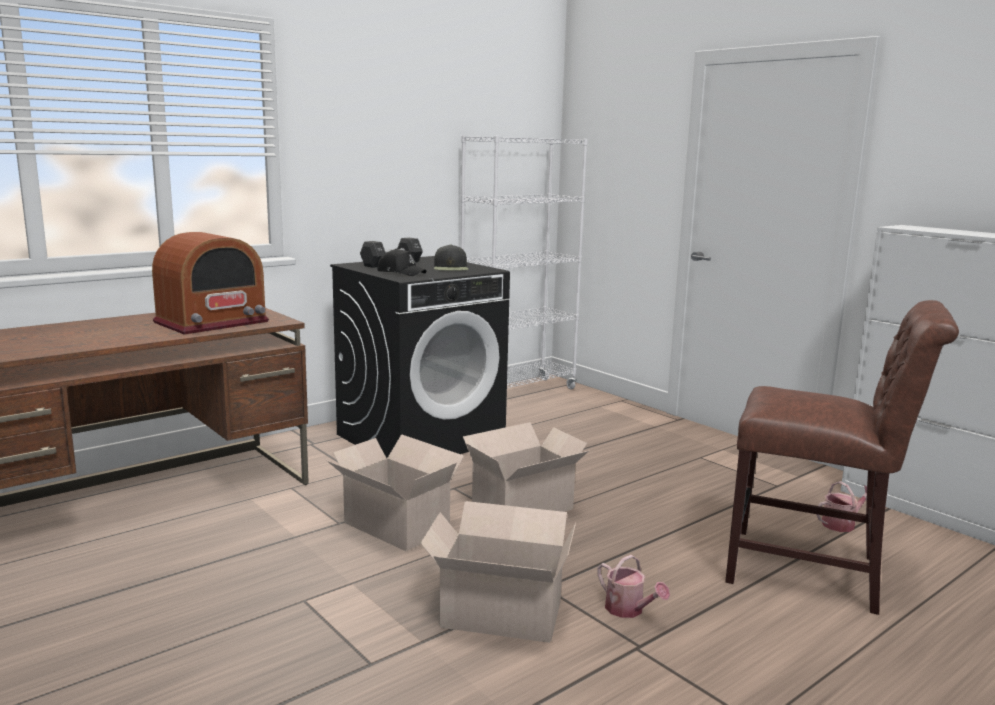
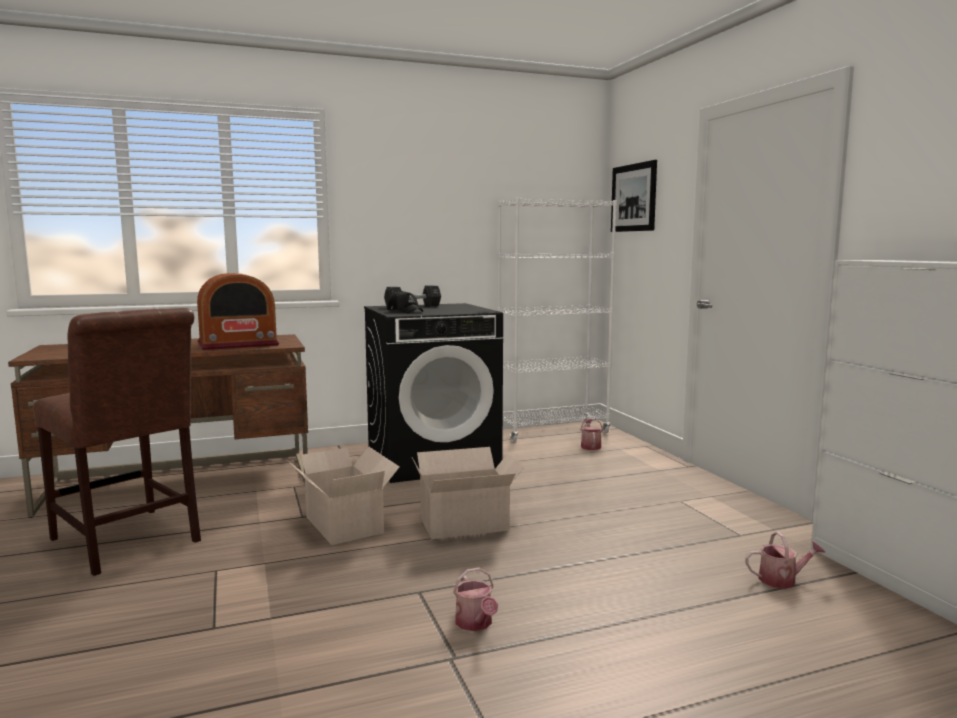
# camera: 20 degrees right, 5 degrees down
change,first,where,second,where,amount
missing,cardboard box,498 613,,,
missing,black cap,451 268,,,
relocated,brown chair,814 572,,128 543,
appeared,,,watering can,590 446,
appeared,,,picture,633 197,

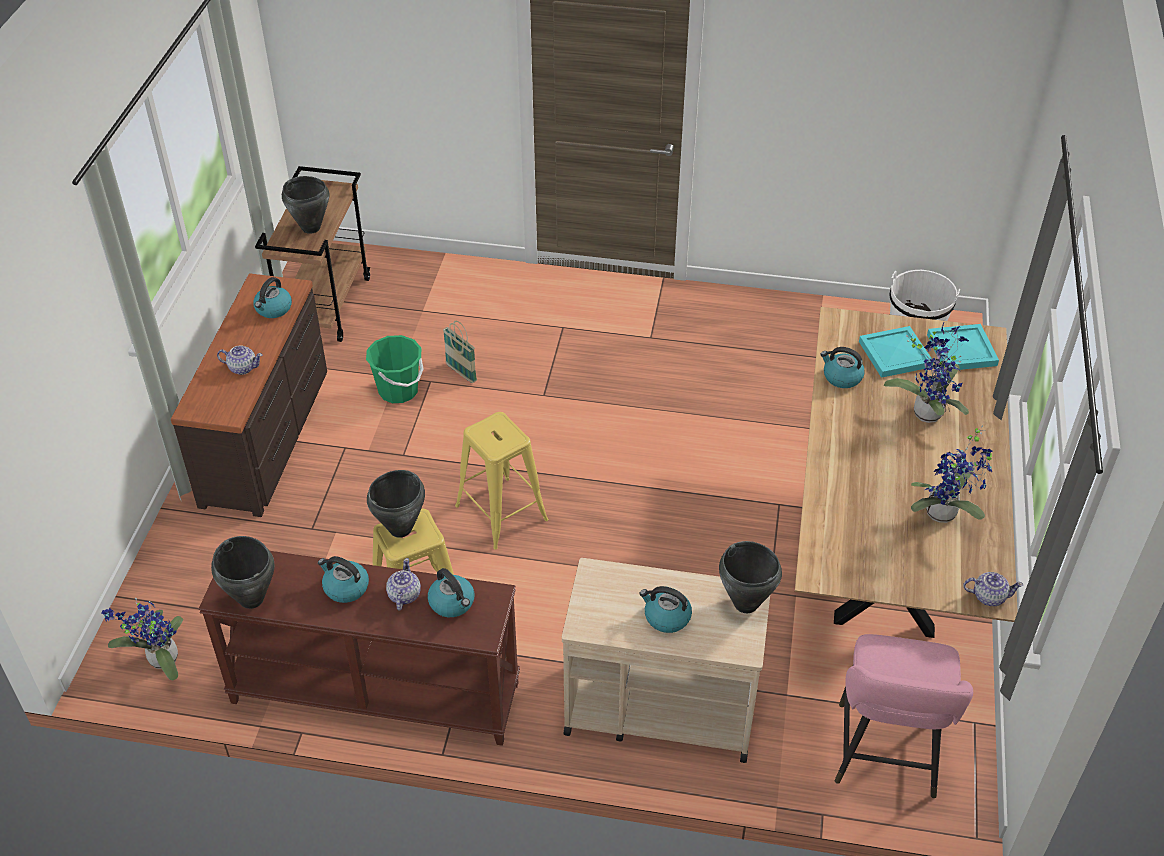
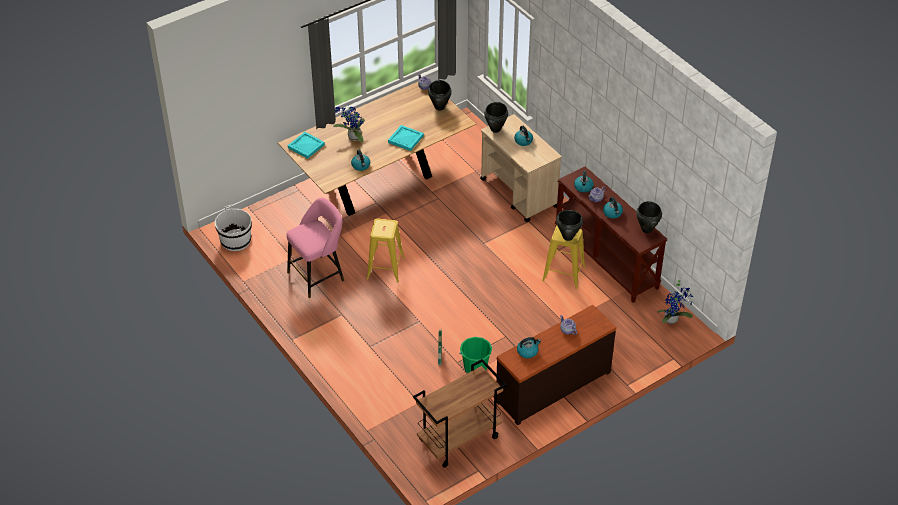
# camera: 135 degrees left, 0 degrees up
change,first,where,second,where,amount
relocated,black cooking pot,311 228,,440 107,
relocated,yellow stool,502 513,,385 268,
relocated,pink stool,886 756,,318 275,
relocated,turquoise tray,895 353,,405 139,
missing,potted plant,945 515,,,

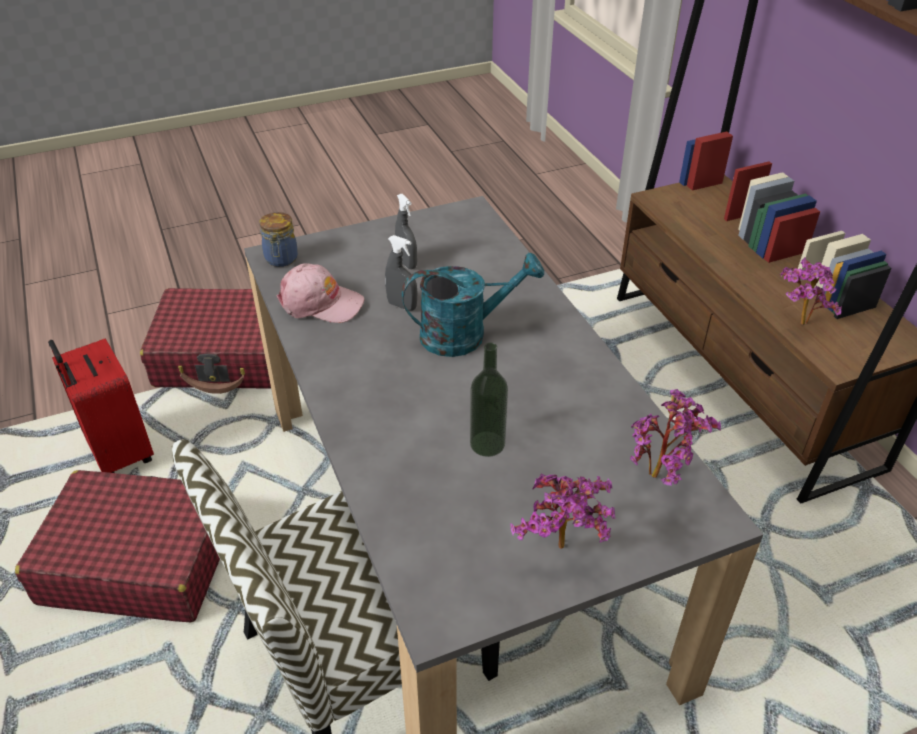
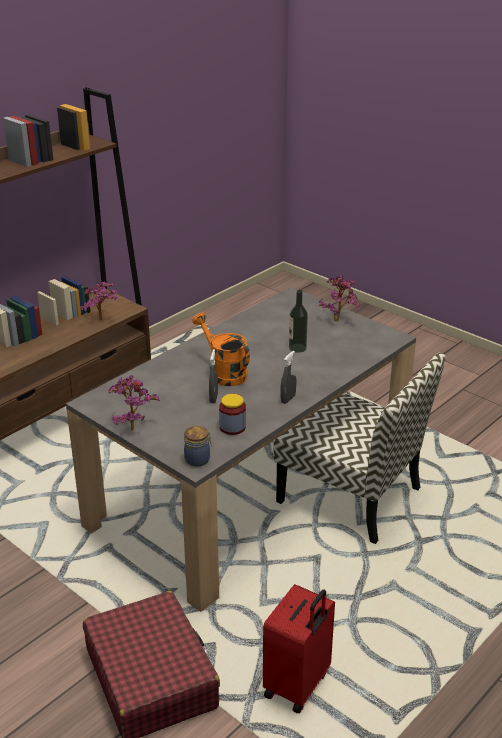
# camera: 115 degrees left, 10 degrees down
change,first,where,second,where,amount
missing,red suitcase,139 561,,,
exchanged,pink cap,320 303,jar,232 427,
relocated,grey spray bottle,406 263,,288 399,
colour,turquoise watering can,465 334,orange watering can,223 372,
relocated,potted plant,661 477,,132 427,

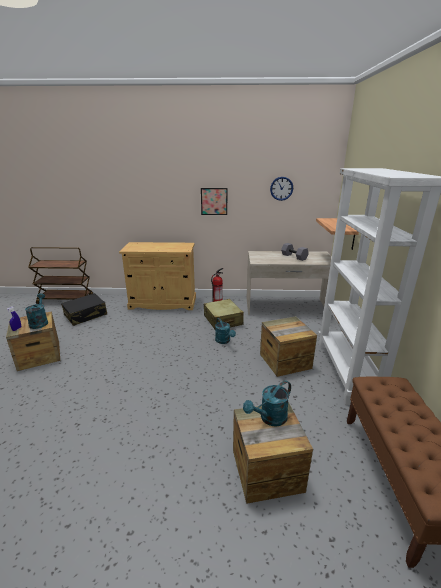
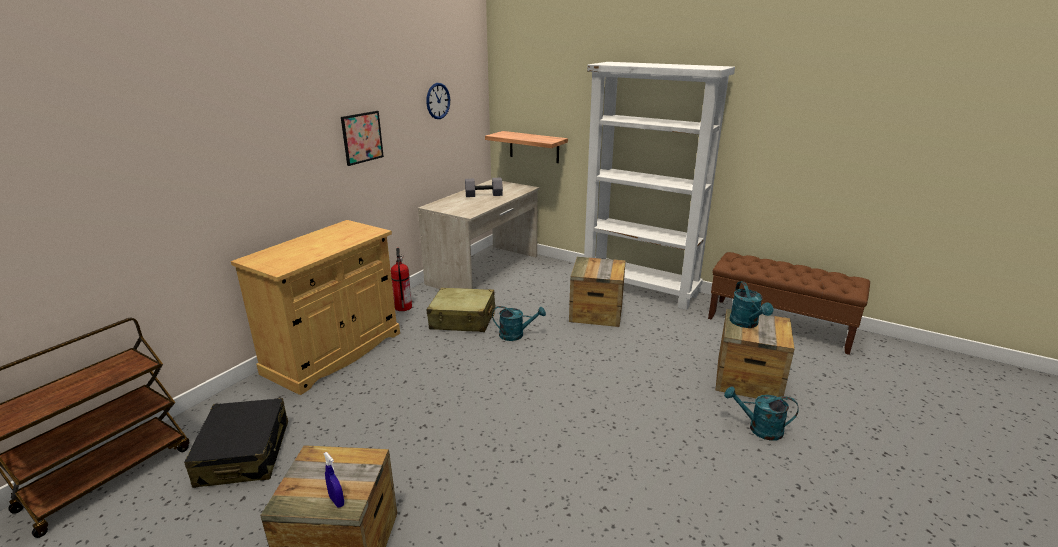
# camera: 60 degrees left, 0 degrees up
change,first,where,second,where,amount
relocated,turquoise watering can,39 322,,759 429,

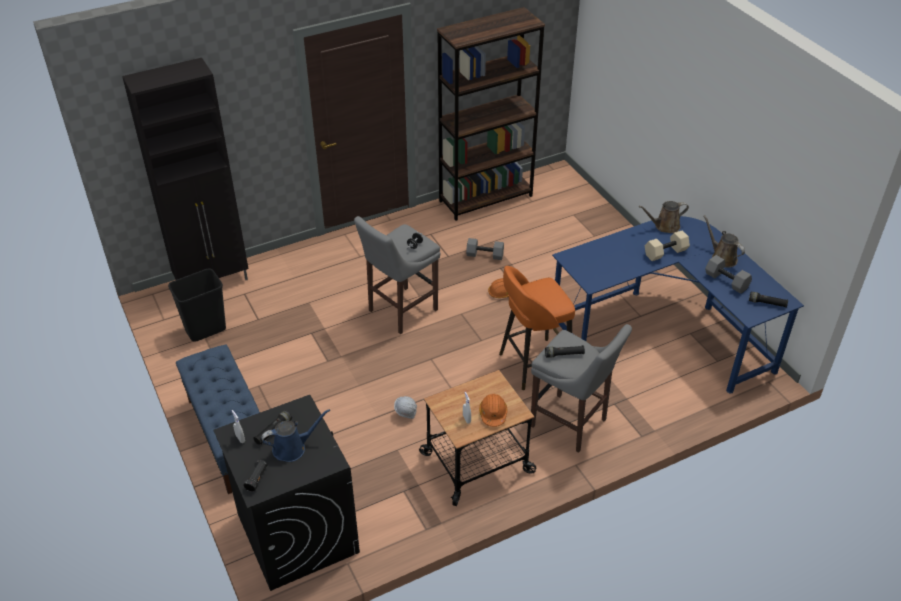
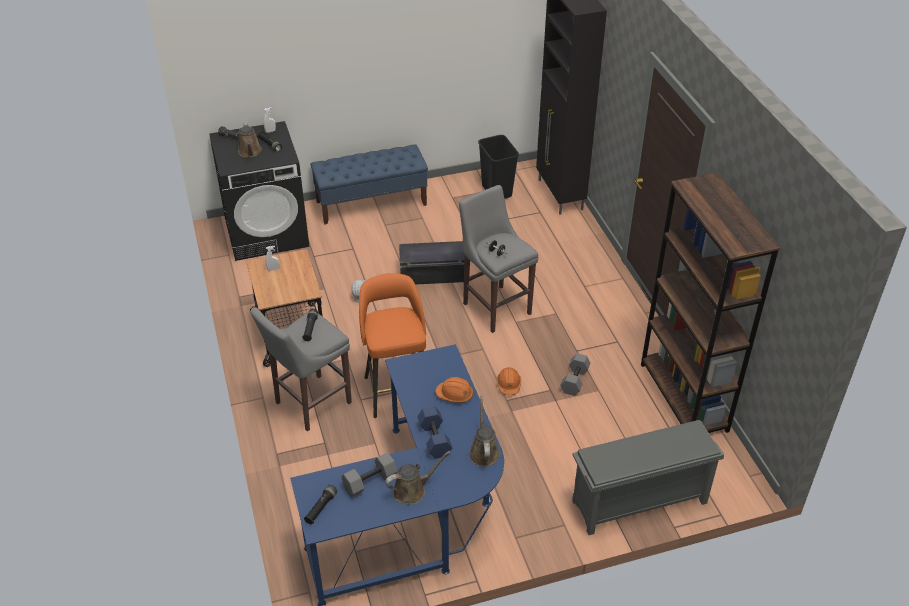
# camera: 100 degrees right, 0 degrees up
change,first,where,second,where,amount
colour,blue watering can,292 448,brown watering can,250 152,
relocated,orange hard hat,493 414,,455 394,
colour,beige dumbbell,665 253,blue dumbbell,434 439,
appeared,,,black storage box,434 274,
appeared,,,grey shoe rack,638 503,

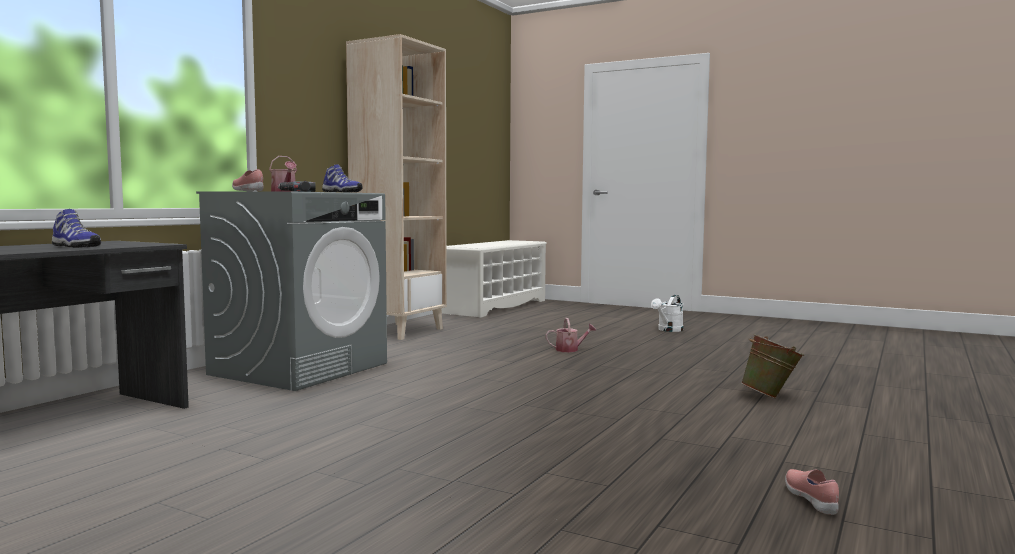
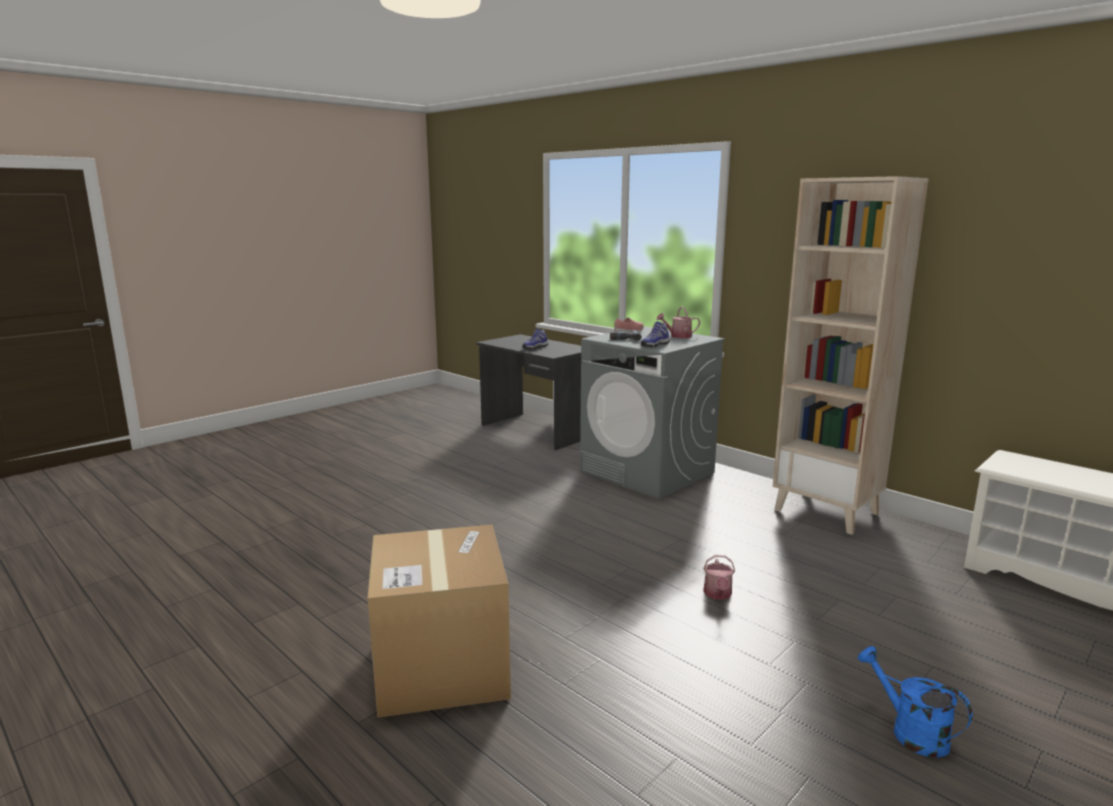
# camera: 105 degrees right, 10 degrees up
change,first,where,second,where,amount
colour,white watering can,668 330,blue watering can,910 732,
exchanged,green bucket,771 397,cardboard box,442 667,
missing,pink shoe,812 500,,,

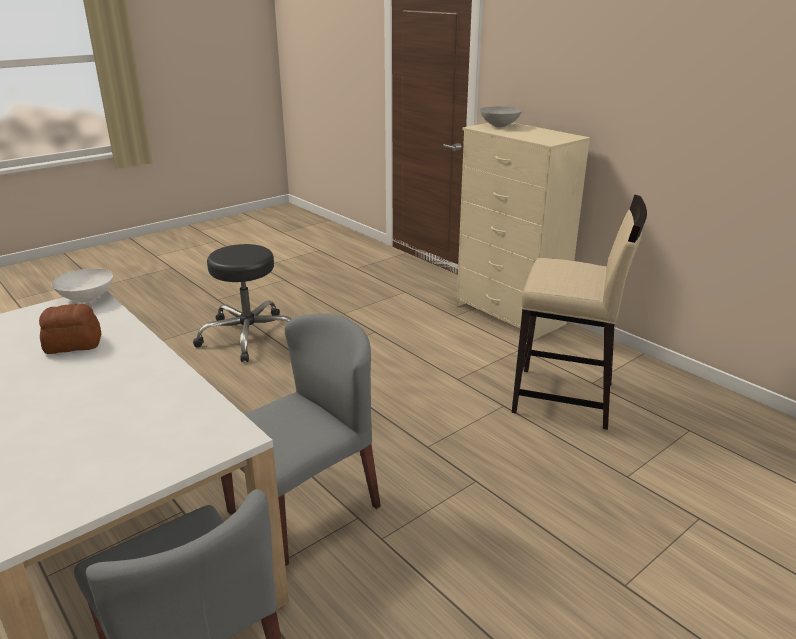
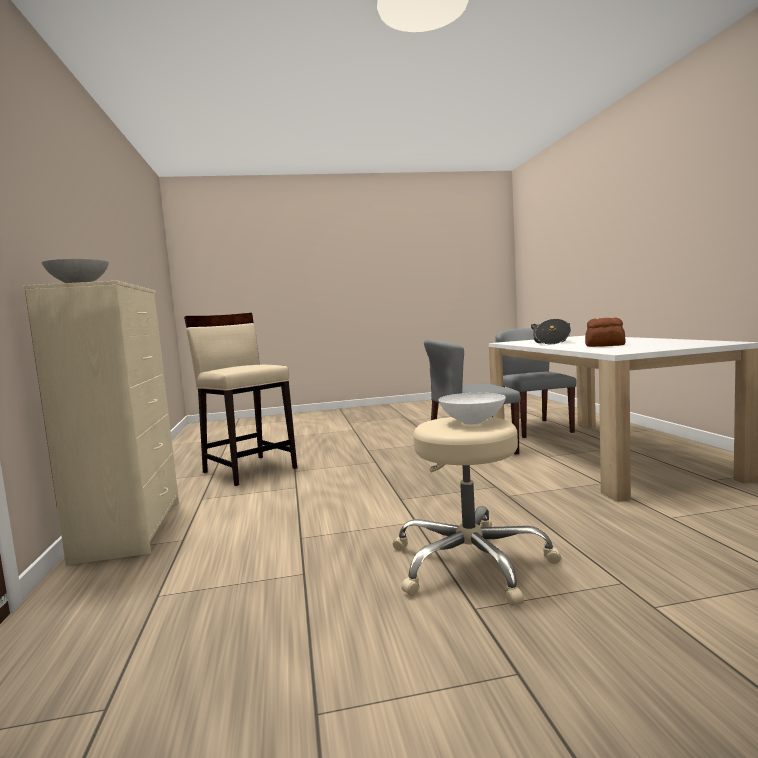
# camera: 150 degrees left, 20 degrees down
change,first,where,second,where,amount
relocated,white bowl,86 299,,473 422,
colour,black stool,248 335,beige stool,471 564,
appeared,,,cooking pot,551 342,

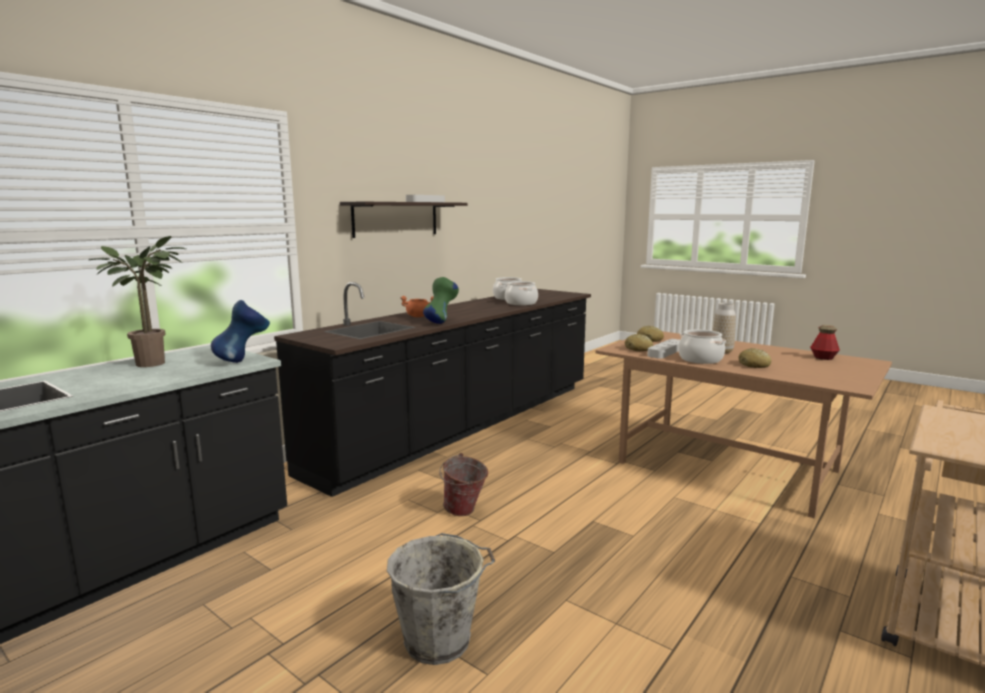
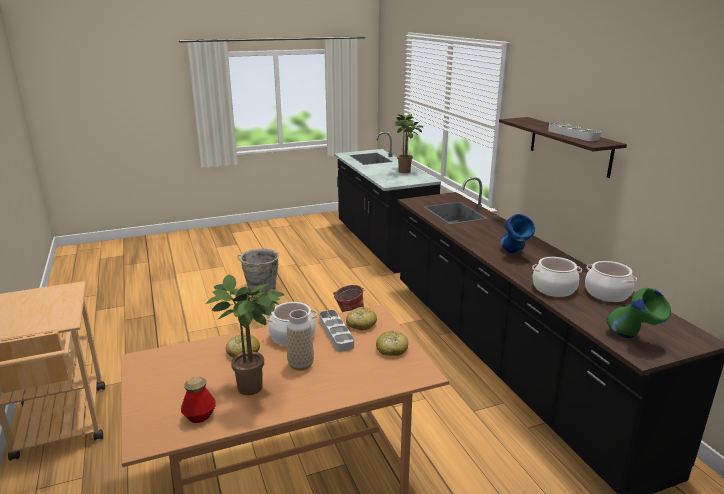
# camera: 120 degrees right, 10 degrees up
change,first,where,second,where,amount
relocated,blue vase,243 361,,514 254,
missing,orange cooking pot,419 316,,,
relocated,green vase,441 322,,633 339,
appeared,,,potted plant,255 387,

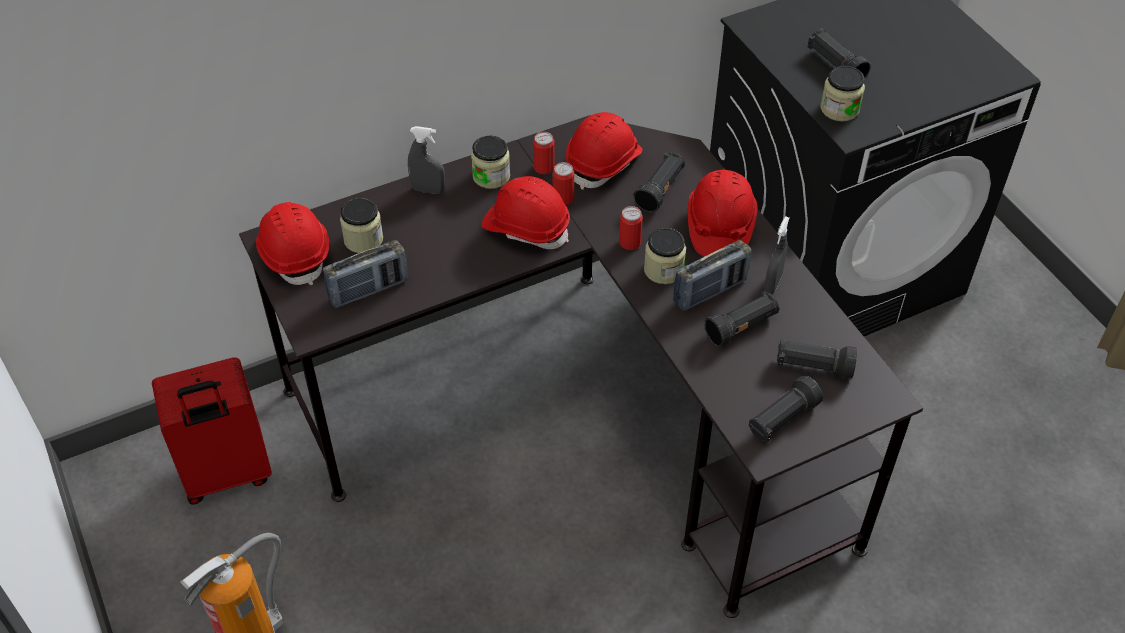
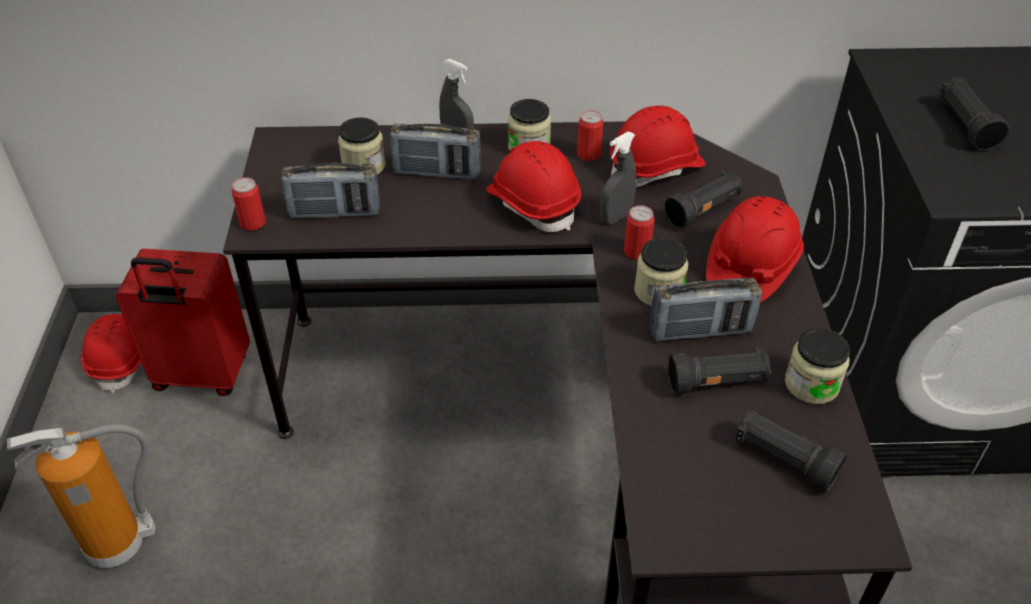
# camera: 25 degrees right, 5 degrees down
change,first,where,second,where,amount
relocated,red hard hat,295 253,,123 360,
relocated,can,563 198,,253 223,
missing,black flashlight,781 419,,,
relocated,grey spray bottle,772 283,,616 217,
relocated,jar,839 109,,811 384,
appeared,,,radio,437 172,

